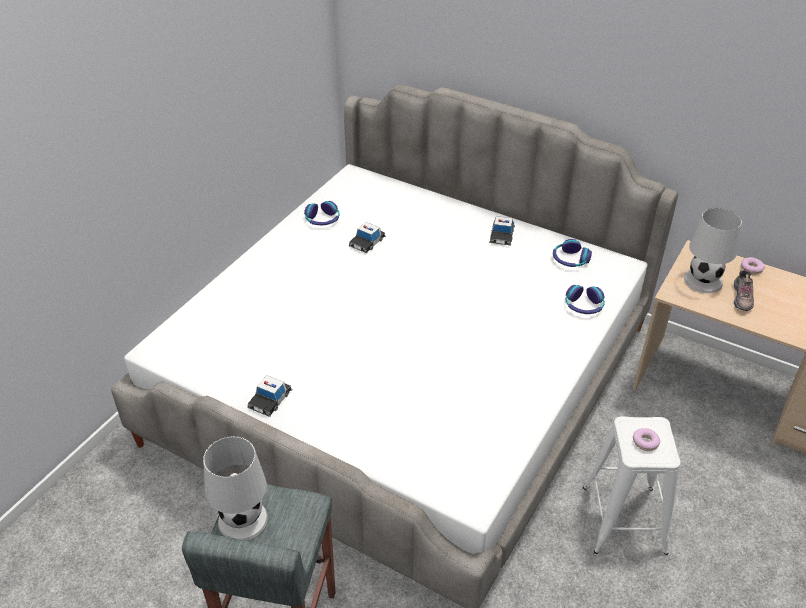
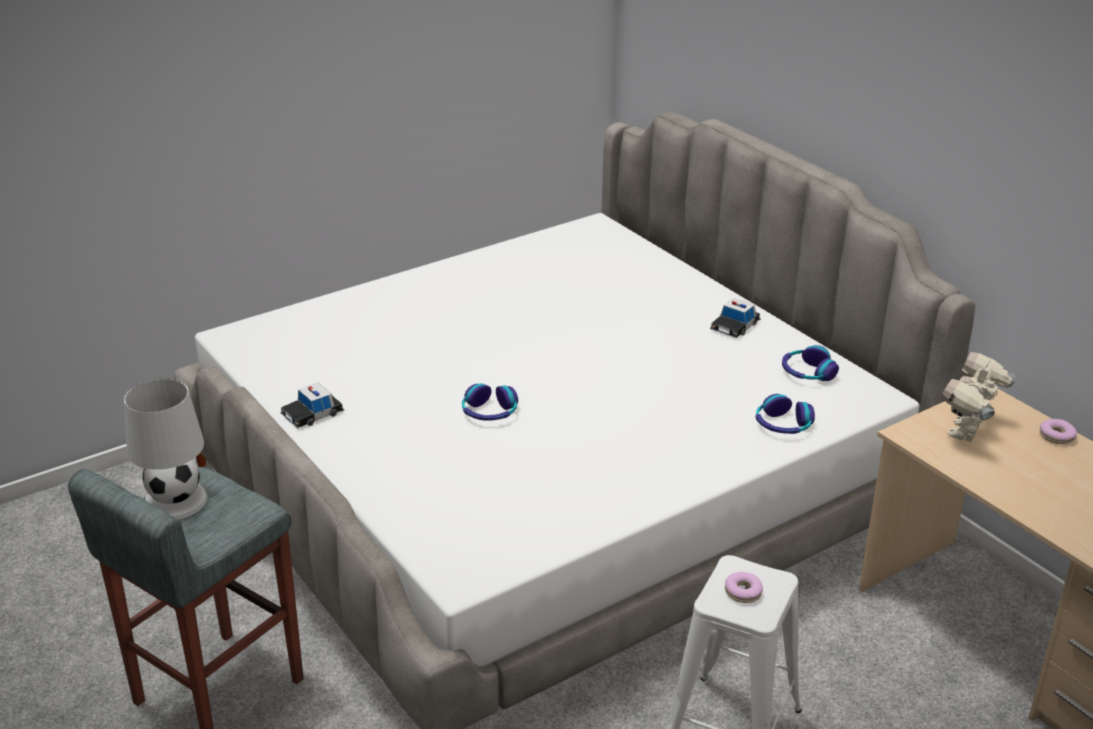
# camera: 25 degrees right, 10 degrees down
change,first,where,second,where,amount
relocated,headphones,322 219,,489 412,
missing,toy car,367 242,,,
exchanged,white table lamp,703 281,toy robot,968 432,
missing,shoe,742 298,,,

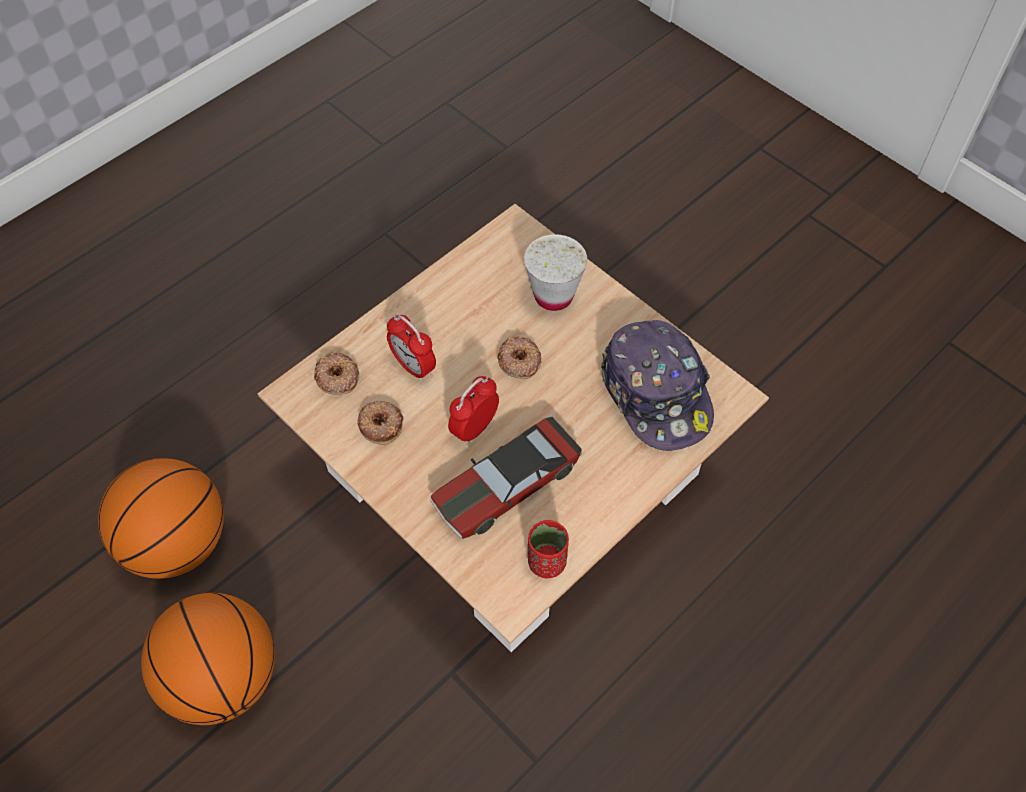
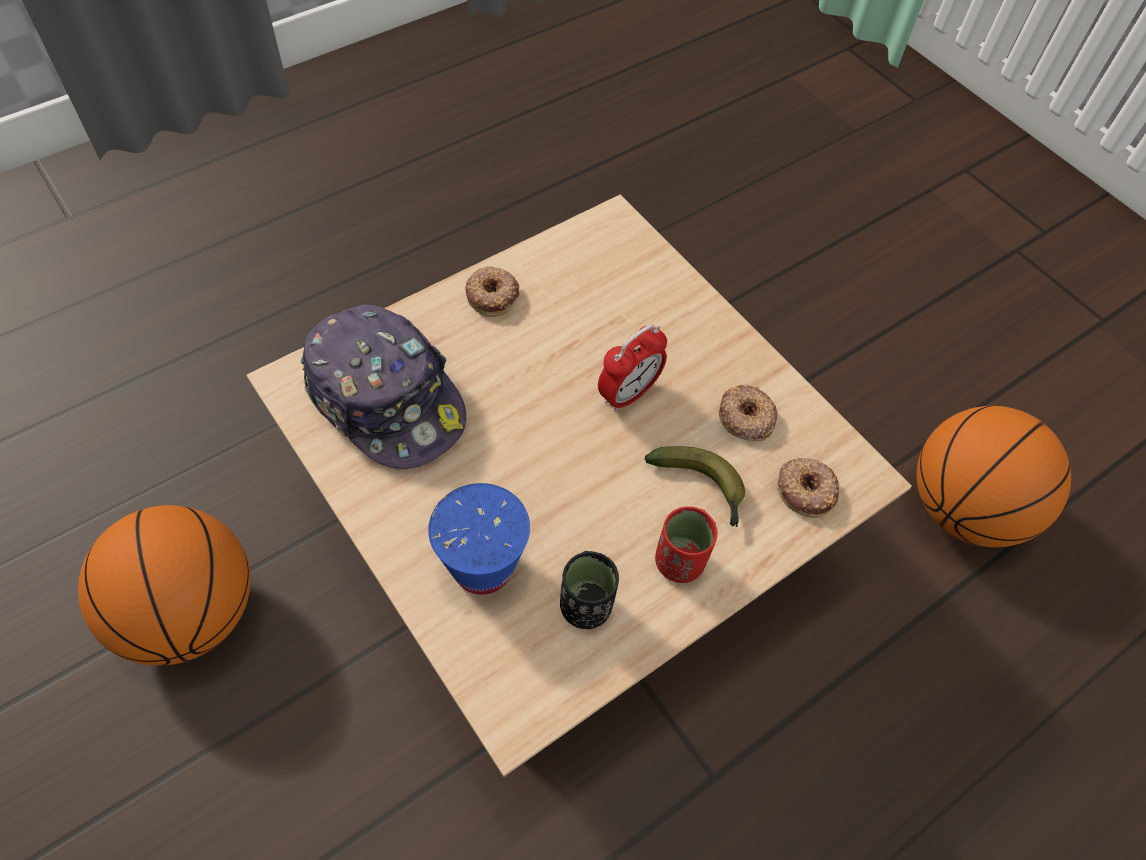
# camera: 175 degrees left, 0 degrees up
change,first,where,second,where,amount
relocated,basketball,223 678,,190 613,
exchanged,alarm clock,413 366,banana,701 488,
missing,toy car,506 485,,,
relocated,donut,519 361,,492 295,
colour,white cup,553 296,blue cup,482 567,
relocated,red cup,547 562,,679 562,
spun,cap,656 394,,387 399,150 degrees clockwise
appeared,,,black cup,586 607,

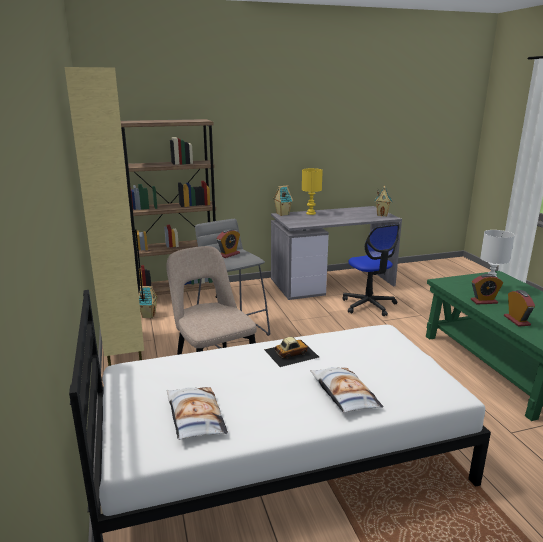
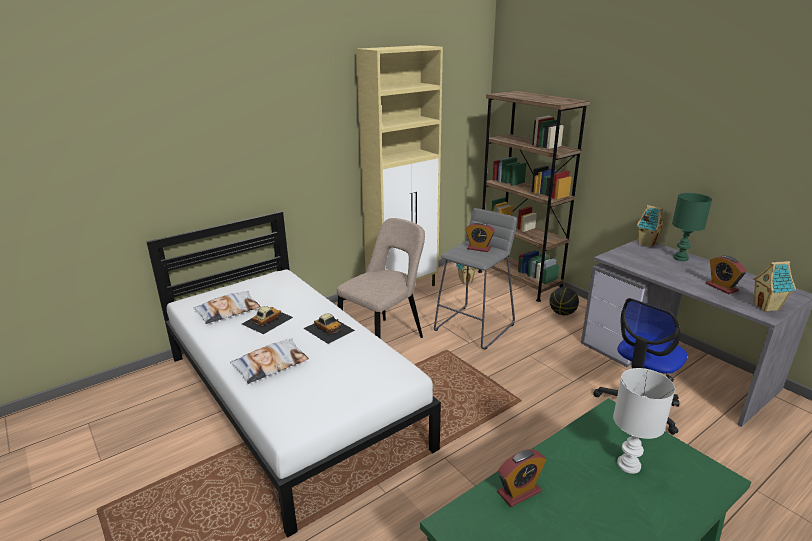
# camera: 70 degrees right, 5 degrees up
change,first,where,second,where,amount
colour,yellow table lamp,311 213,green table lamp,680 258,
relocated,alarm clock,484 301,,721 287,
appeared,,,toy car,267 320,
appeared,,,basketball,562 313,

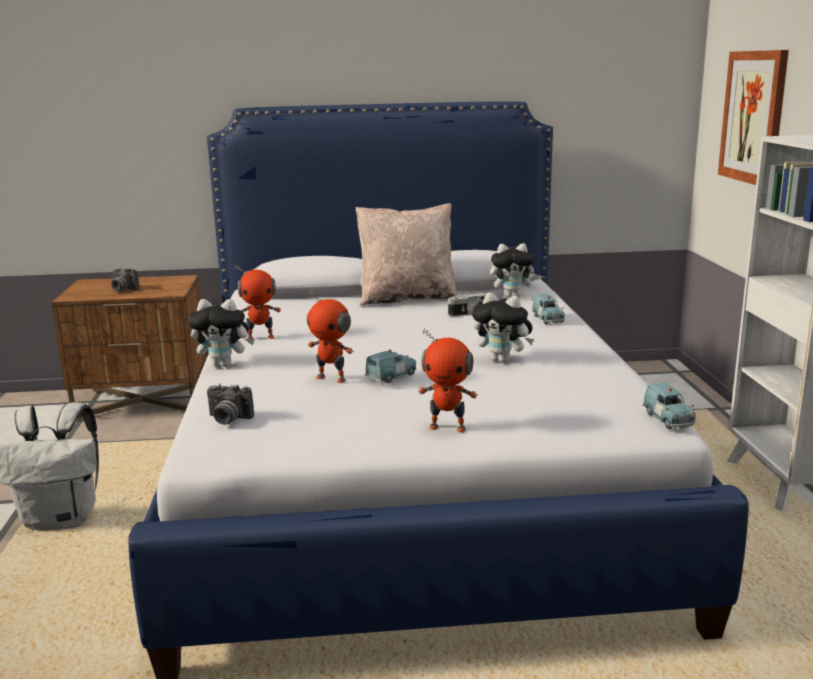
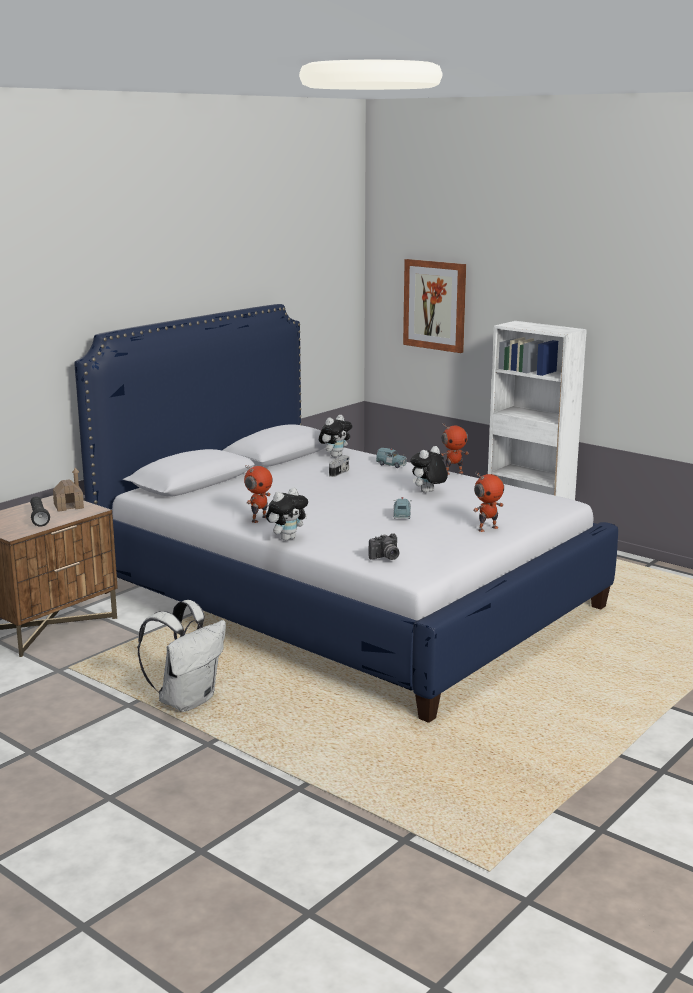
# camera: 45 degrees left, 0 degrees up
change,first,where,second,where,amount
exchanged,photo camera,123 289,black flashlight,39 518,
relocated,toy robot,332 378,,453 472,
missing,beige pillow,407 298,,,
spun,plush toy,503 360,,428 492,150 degrees clockwise
missing,blue toy car,668 419,,,
appeared,,,toy house,69 506,

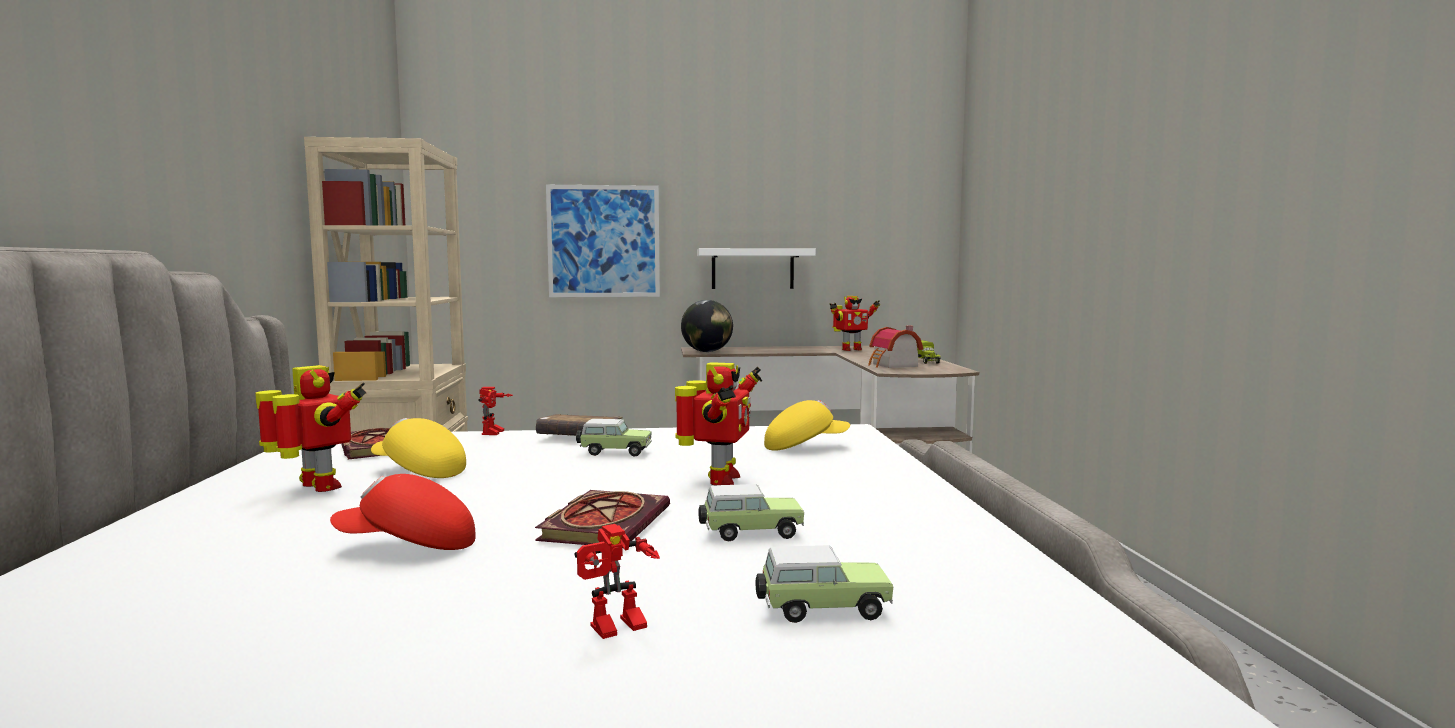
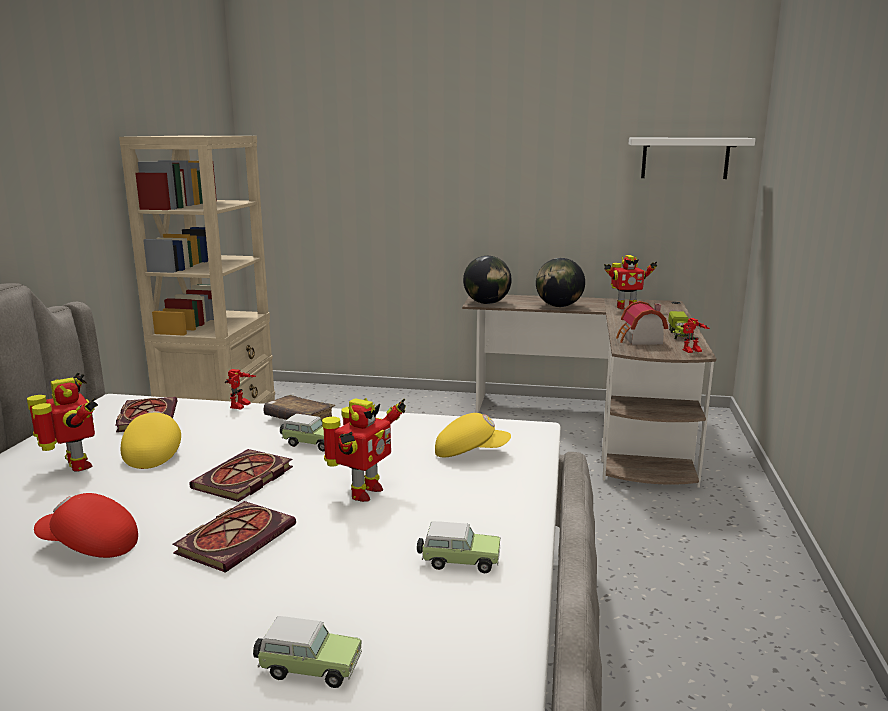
# camera: 15 degrees right, 10 degrees up
change,first,where,second,where,amount
spun,yellow cap,418 472,,153 454,45 degrees clockwise
missing,picture,603 241,,,
relocated,toy robot,617 630,,692 351,
relocated,white shelf,752 269,,685 158,
relocated,toy car,749 533,,458 561,
appeared,,,book,243 479,
appeared,,,globe,559 306,

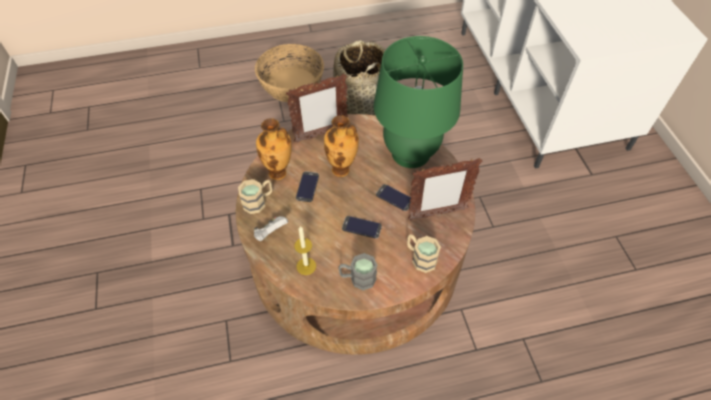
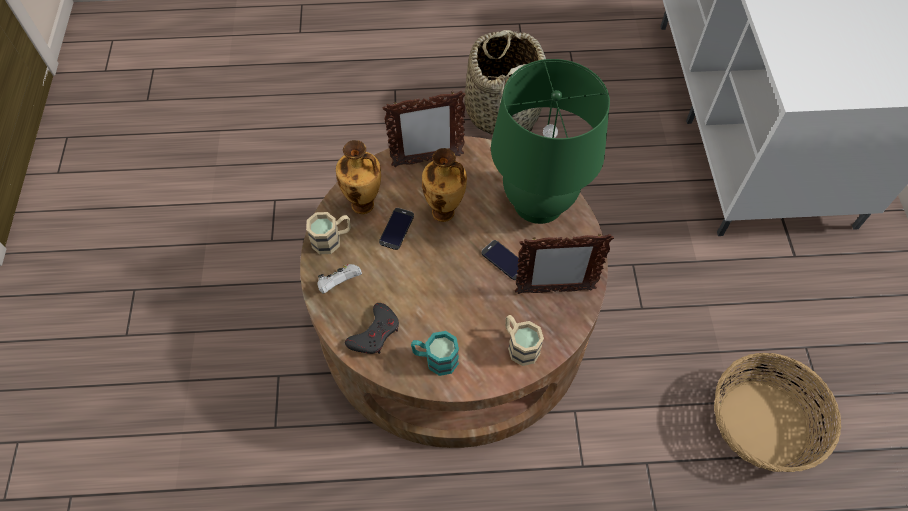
# camera: 10 degrees right, 5 degrees up
change,first,where,second,where,amount
relocated,basket,292 85,,763 424,
exchanged,candle,306 266,grey game controller,375 333,
colour,grey mug,357 278,turquoise mug,435 359,
missing,phone,361 227,,,

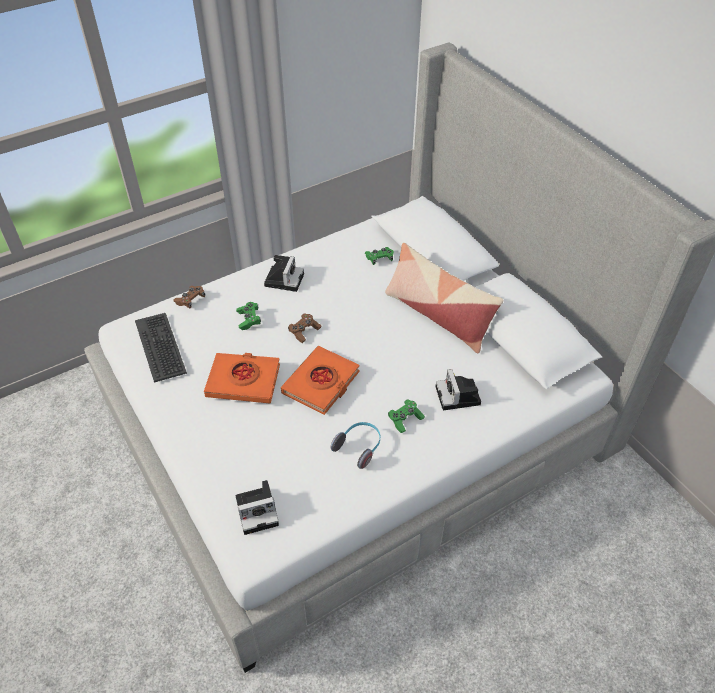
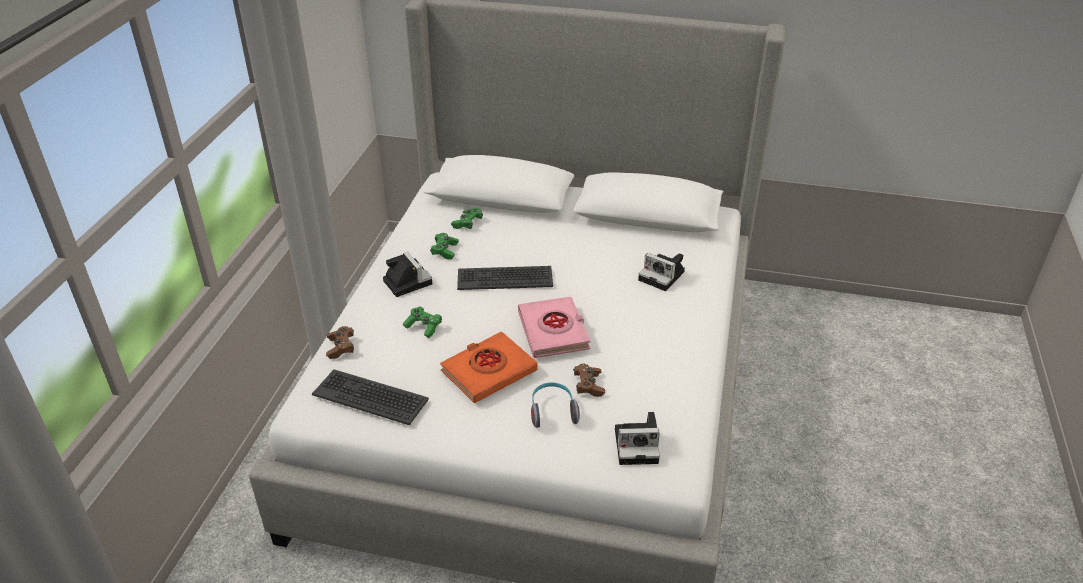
# camera: 45 degrees left, 10 degrees down
change,first,where,second,where,amount
spun,photo camera,259 510,,638 445,60 degrees clockwise
colour,orange book,321 383,pink book,553 331,
relocated,brown game controller,304 331,,588 385,
relocated,headphones,359 447,,552 411,
missing,pillow,438 315,,,
relocated,green game controller,405 419,,445 251,
appeared,,,keyboard,505 278,

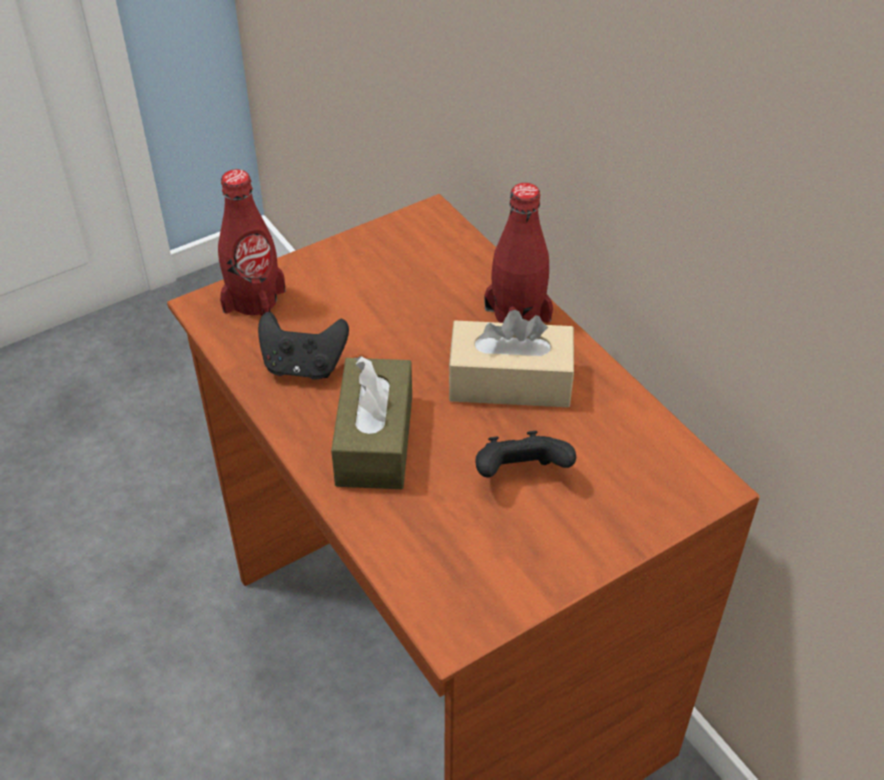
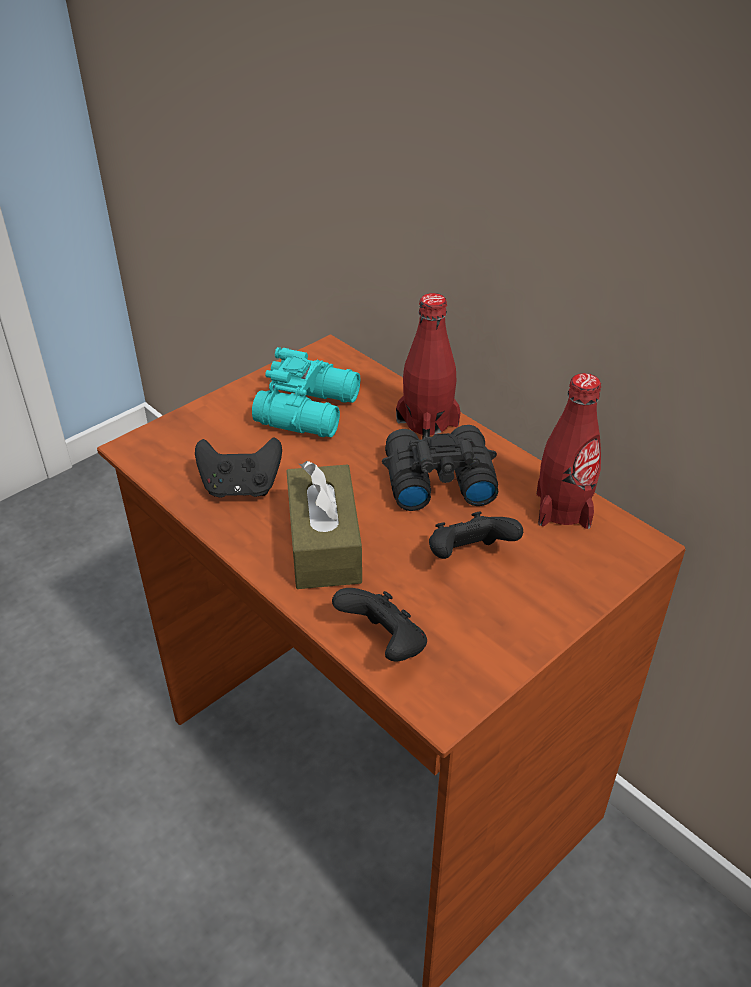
# camera: 10 degrees left, 5 degrees down
change,first,where,second,where,amount
relocated,red bottle,254 300,,563 509,
exchanged,beige tissue box,510 382,black binoculars,436 479,
appeared,,,turquoise binoculars,311 409,
appeared,,,black game controller,384 644,

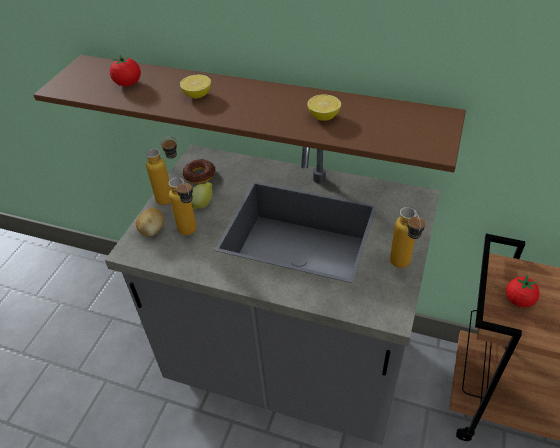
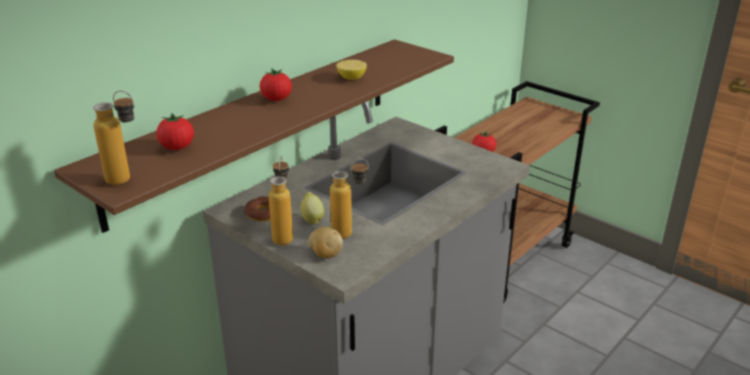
# camera: 70 degrees left, 15 degrees down
change,first,where,second,where,amount
missing,lemon,197 95,,,
relocated,bottle,402 267,,127 181,
appeared,,,tomato,276 99,

